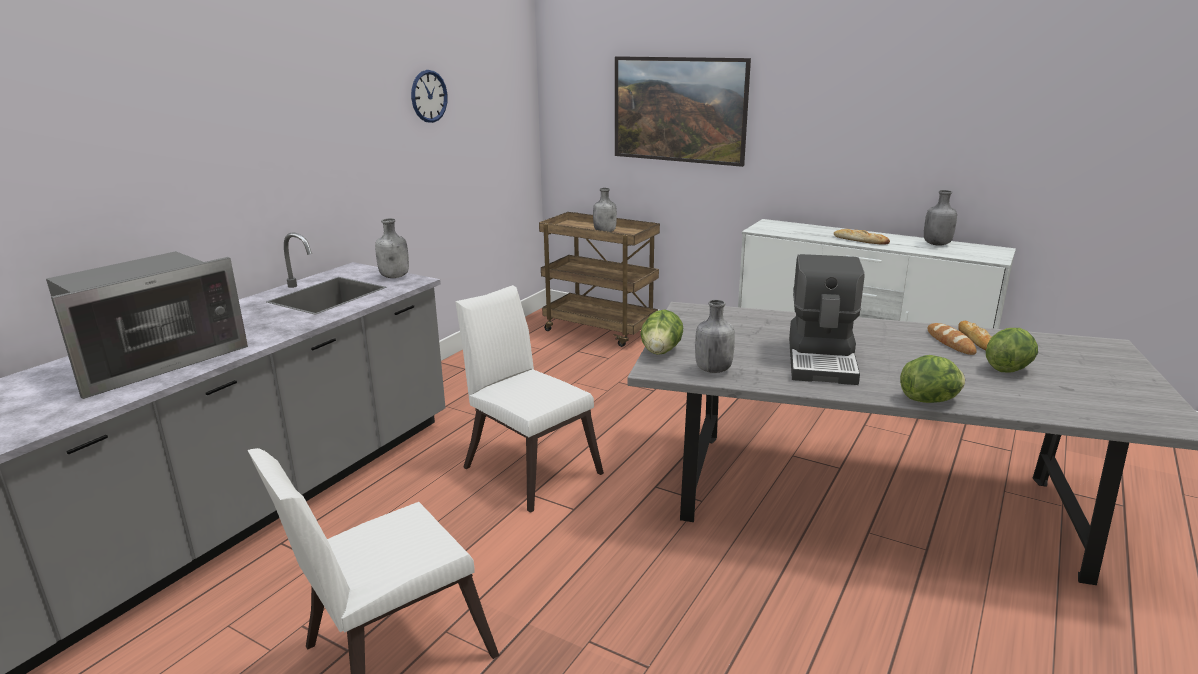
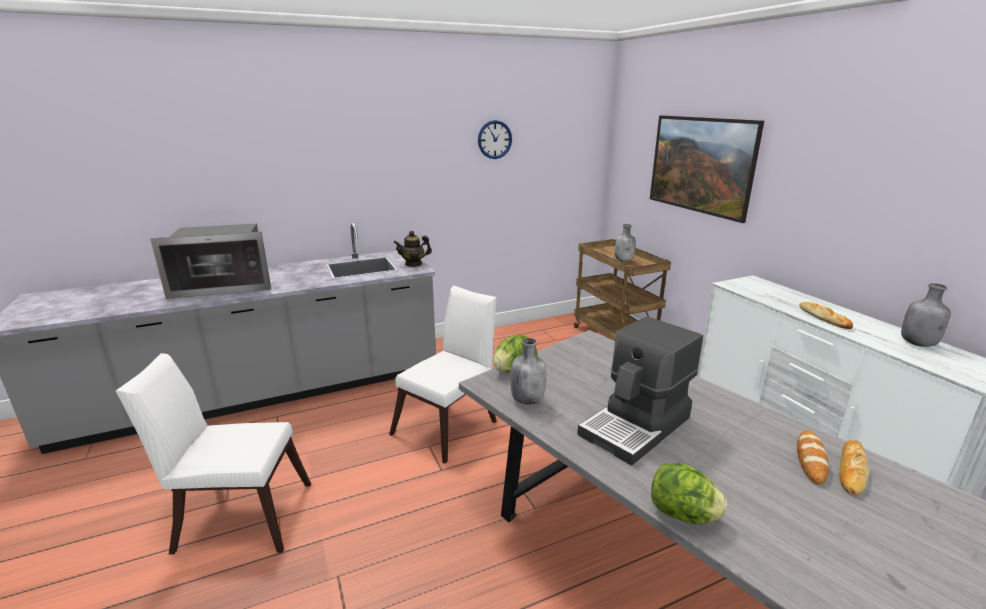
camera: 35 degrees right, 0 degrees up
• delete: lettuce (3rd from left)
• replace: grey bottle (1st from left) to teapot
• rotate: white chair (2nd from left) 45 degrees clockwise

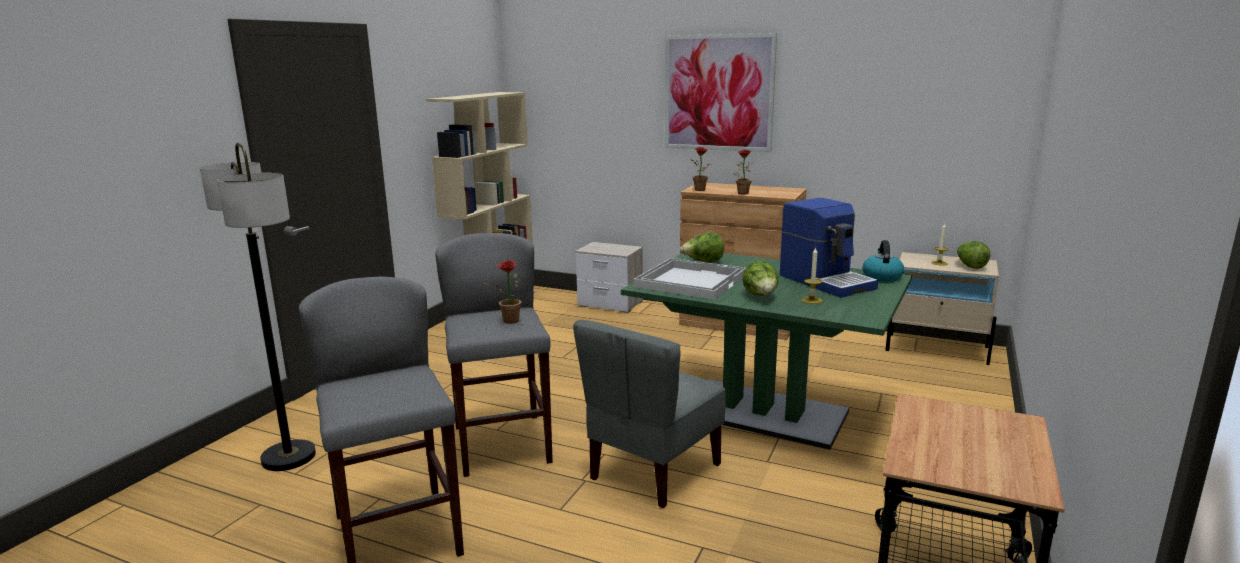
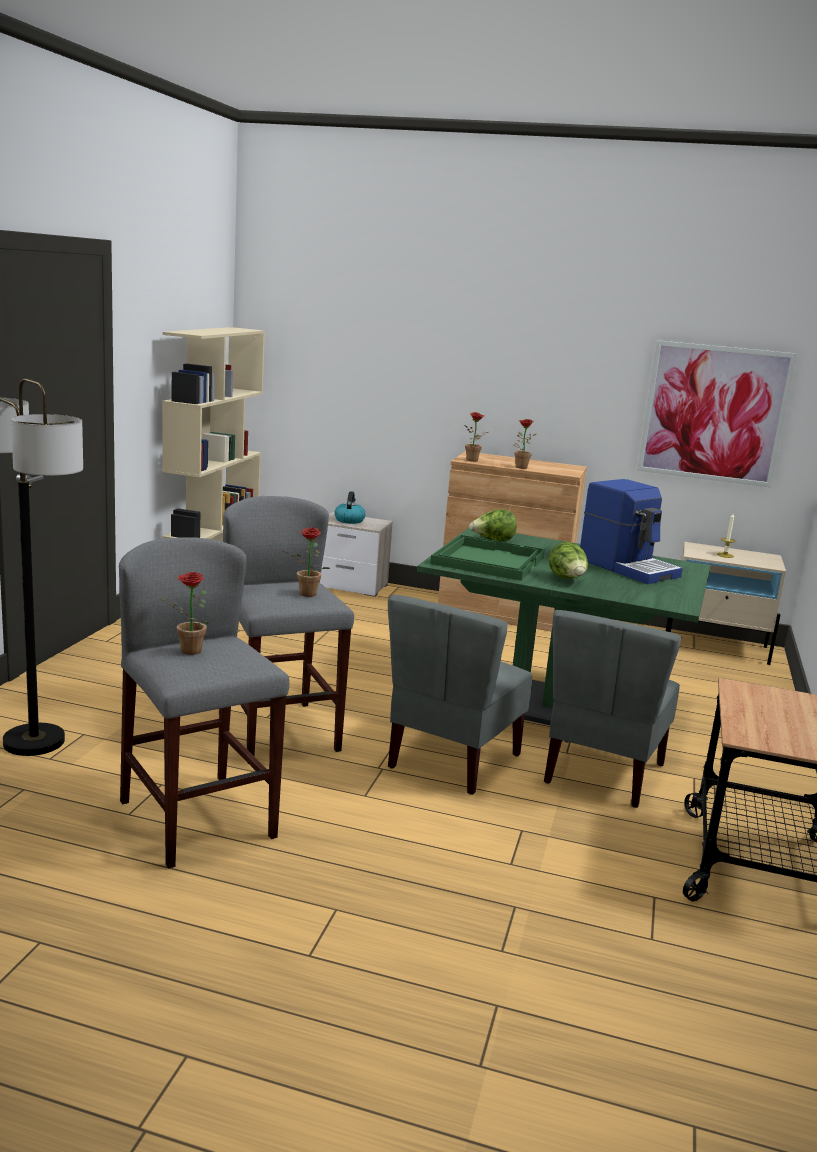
camera: 10 degrees left, 0 degrees up
• delete: candle (1st from left)
• delete: lettuce (3rd from left)
• insert: potted plant (1st from left)
• insert: grey chair (2nd from left)
• move: picture
• move: kettle
• recolor: white tray to green tray

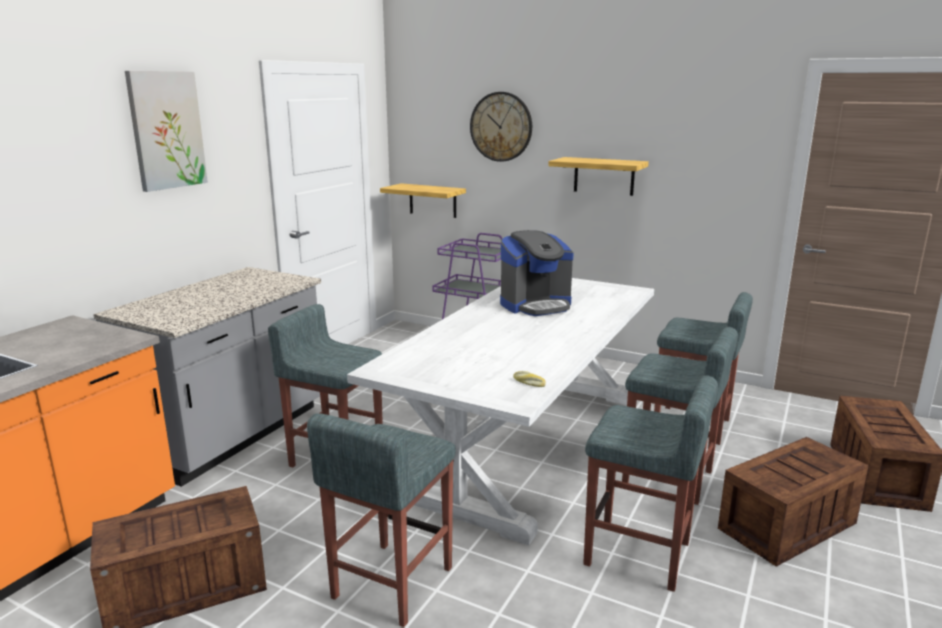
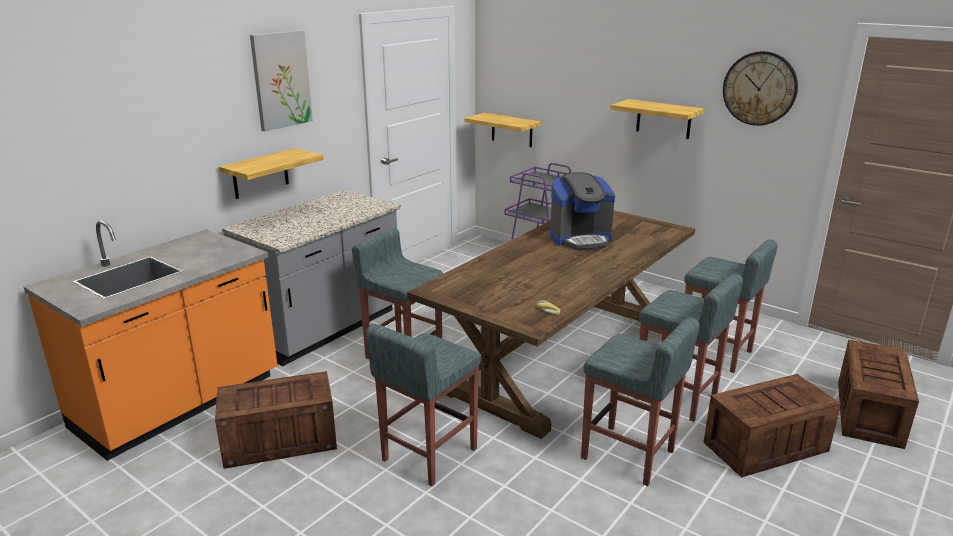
camera: 10 degrees right, 5 degrees up
• insert: shelf (1st from left)
• move: wall clock
• recolor: white dining table to brown dining table

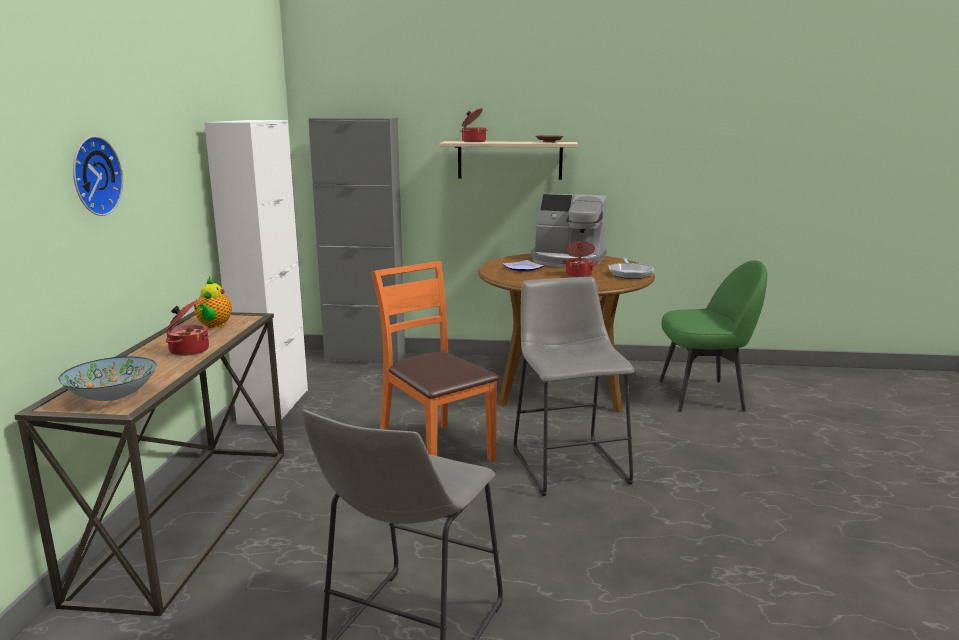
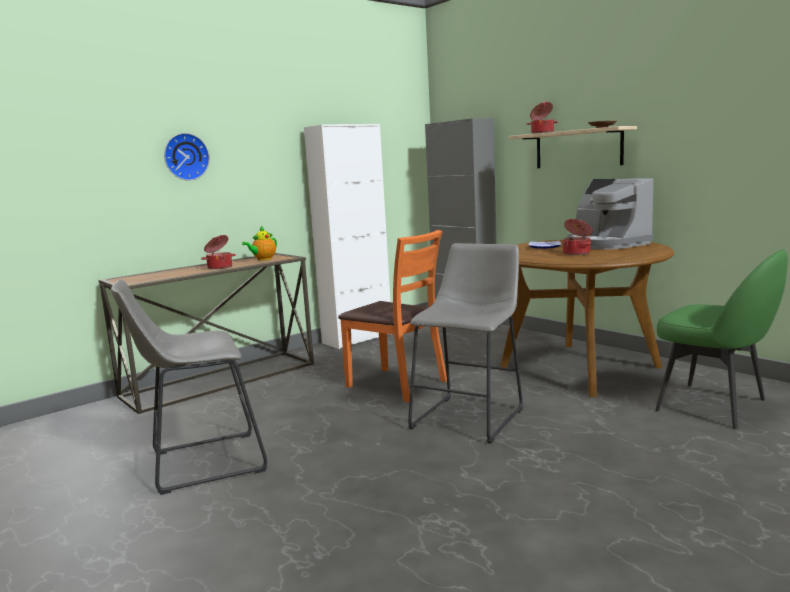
camera: 45 degrees right, 5 degrees down
• delete: bowl
• delete: frying pan
• rotate: orange chair 120 degrees clockwise

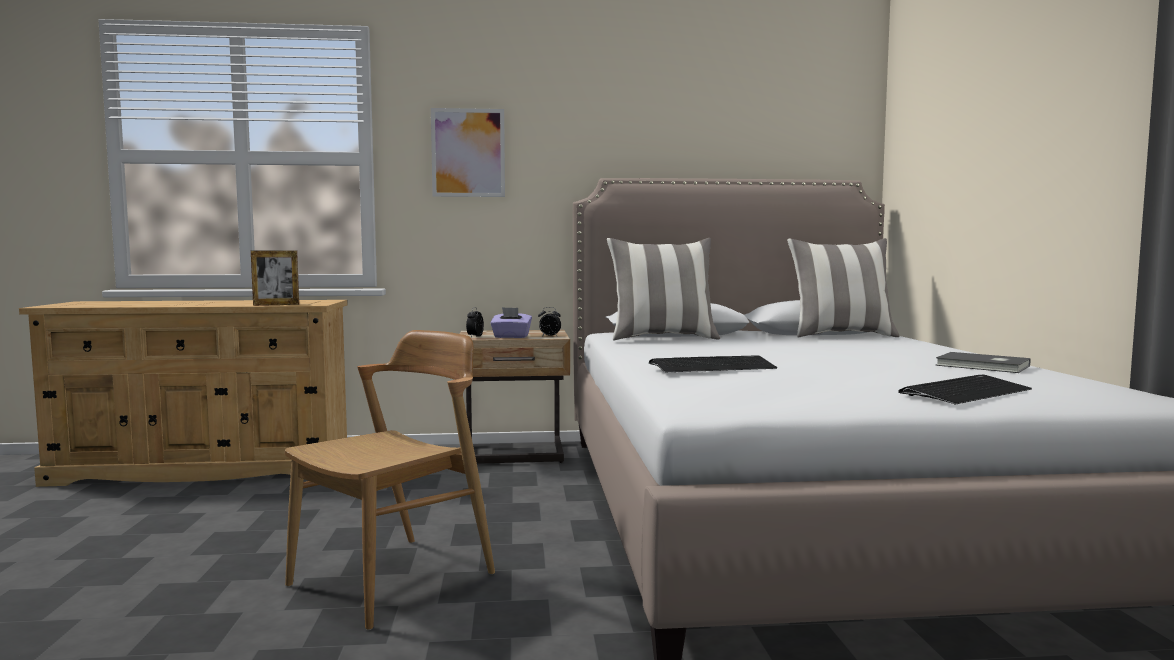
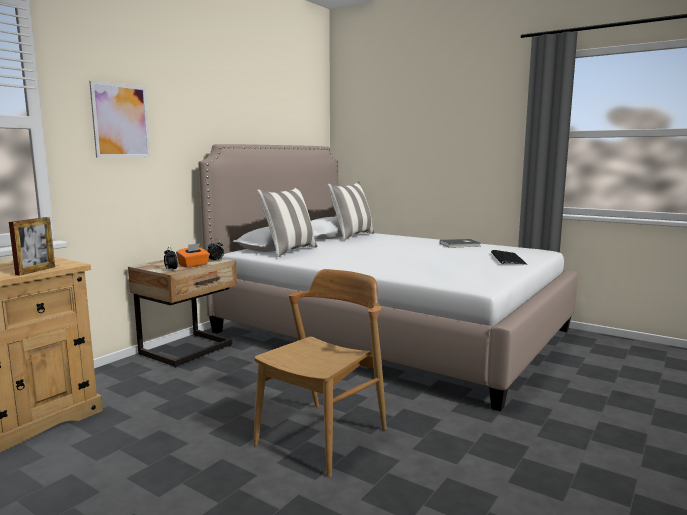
camera: 50 degrees left, 5 degrees up
• delete: keyboard (1st from left)
• recolor: purple tissue box to orange tissue box
• rotate: brown chair 45 degrees clockwise

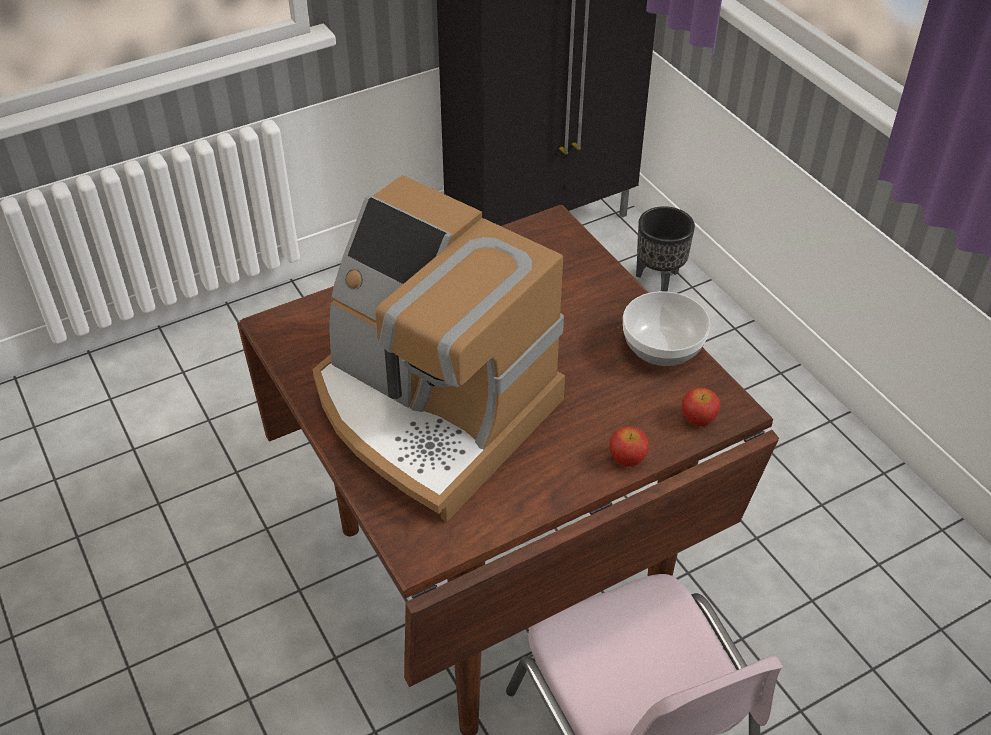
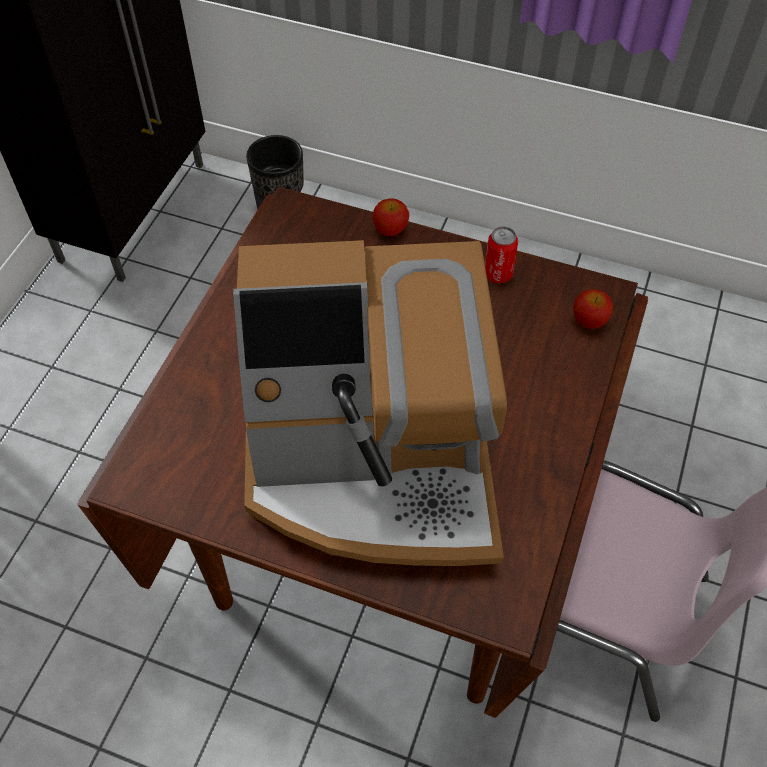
camera: 40 degrees left, 10 degrees up
• move: apple (1st from left)
• replace: bowl to can

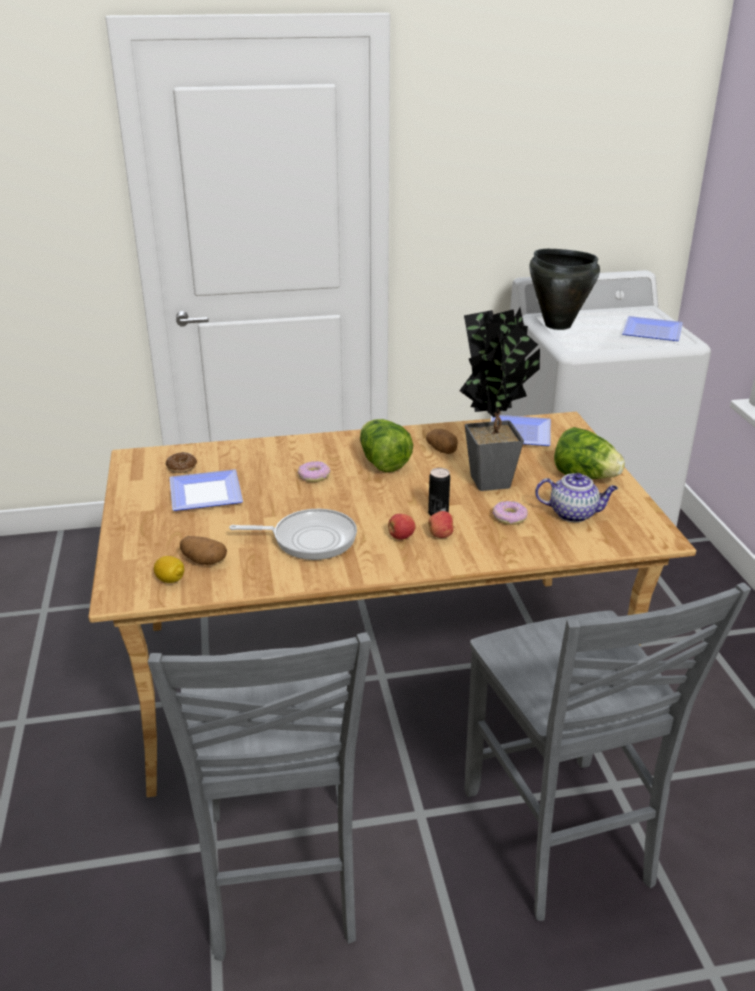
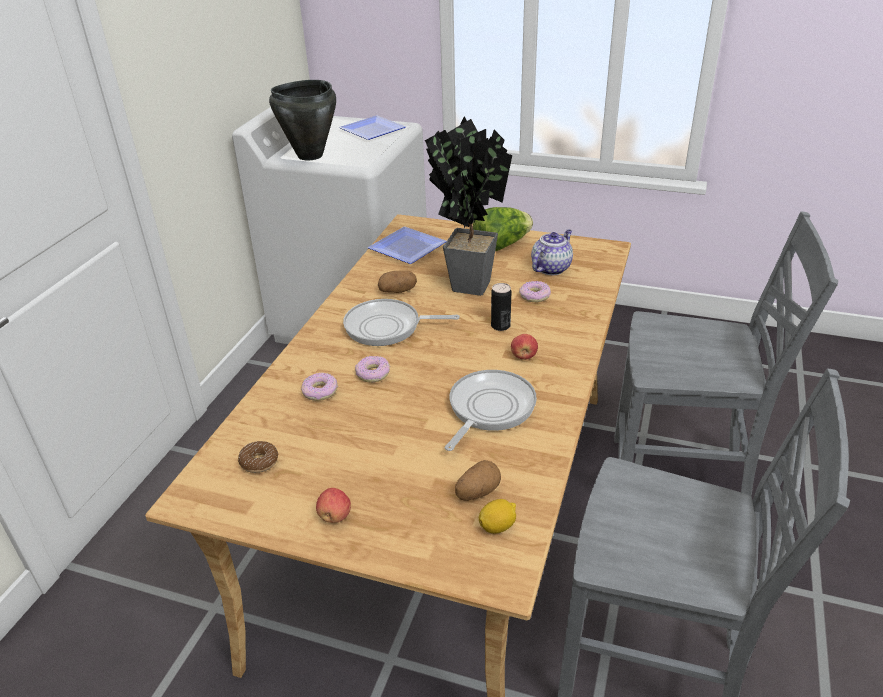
camera: 60 degrees left, 5 degrees up
• delete: plate (1st from left)
• insert: donut (2nd from left)
• move: apple (2nd from left in the first image) to apple (1st from left)
• replace: lettuce (1st from left) to frying pan (1st from left)

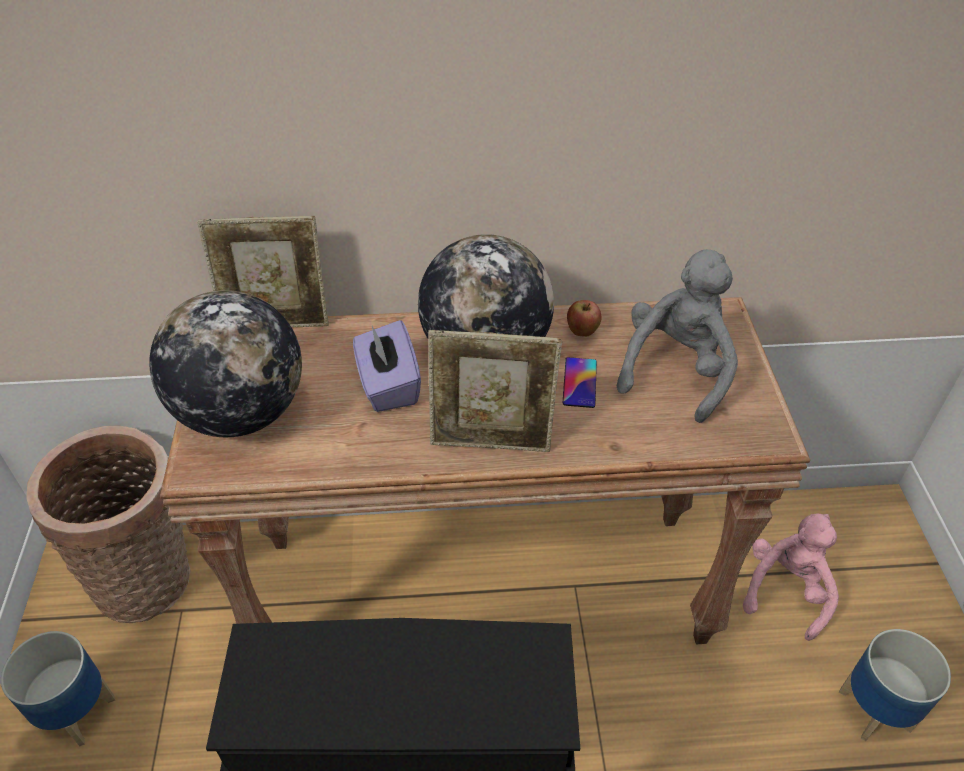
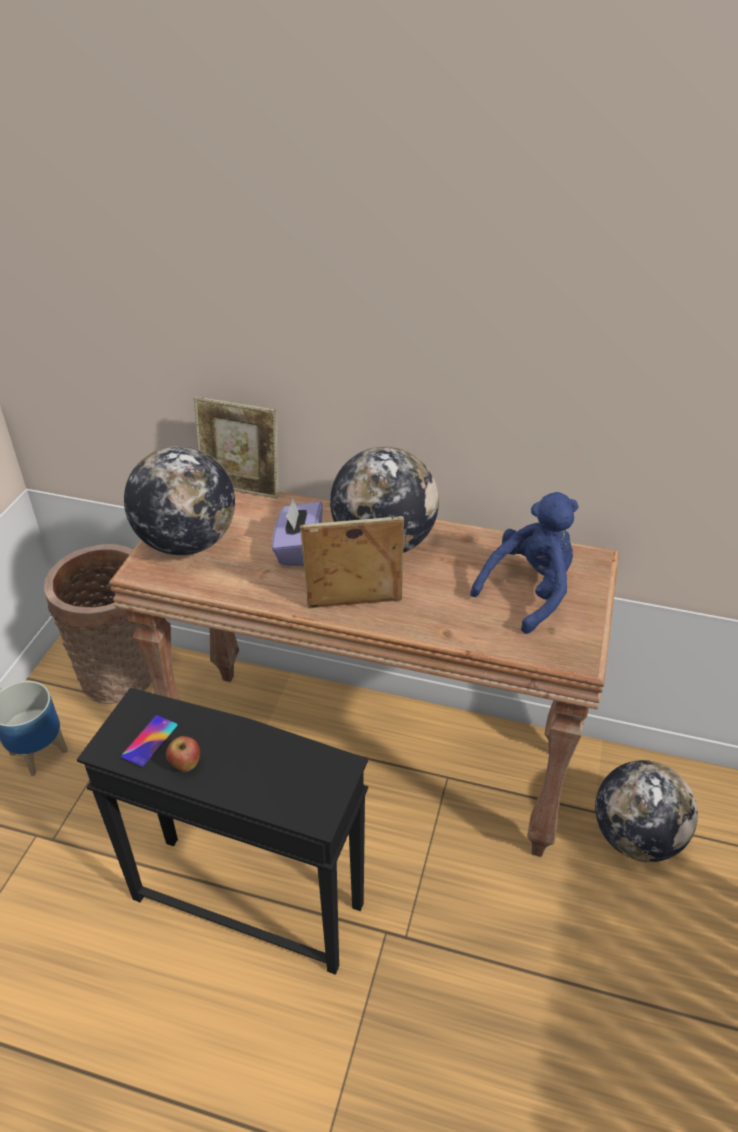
camera: 20 degrees right, 5 degrees down
• delete: planter (2nd from left)
• move: phone
• move: apple
• replace: pink plush toy to globe (3rd from left)
• recolor: grey plush toy to blue plush toy
• rotate: picture frame (2nd from left) 150 degrees clockwise

